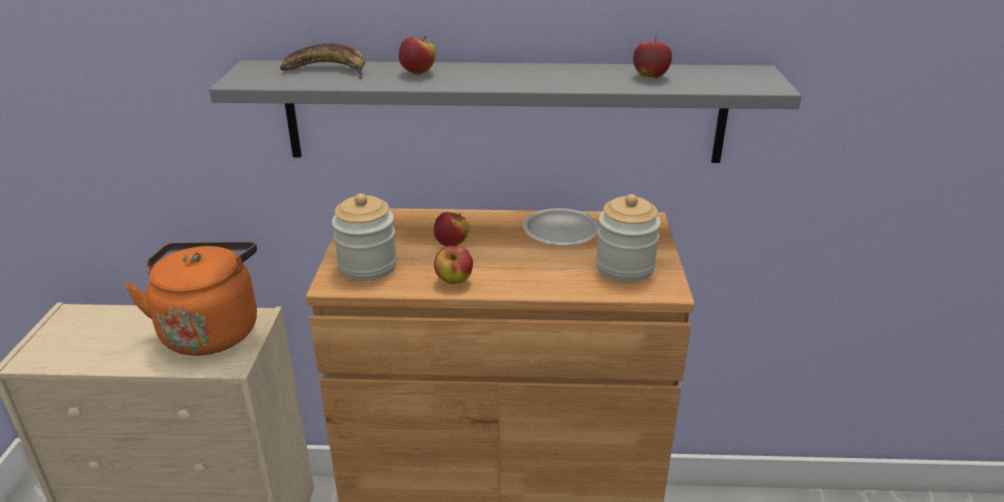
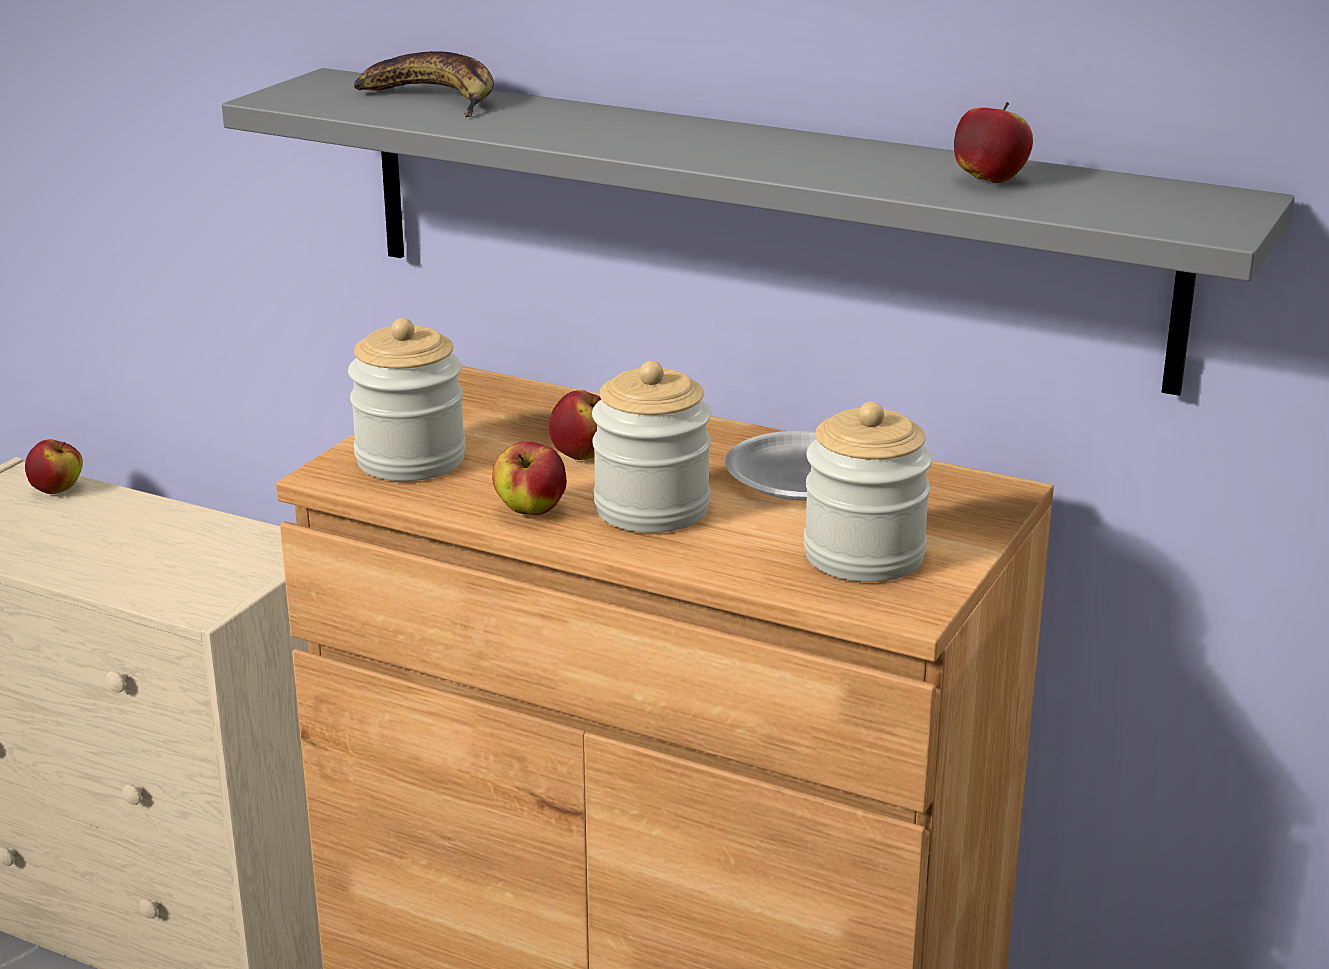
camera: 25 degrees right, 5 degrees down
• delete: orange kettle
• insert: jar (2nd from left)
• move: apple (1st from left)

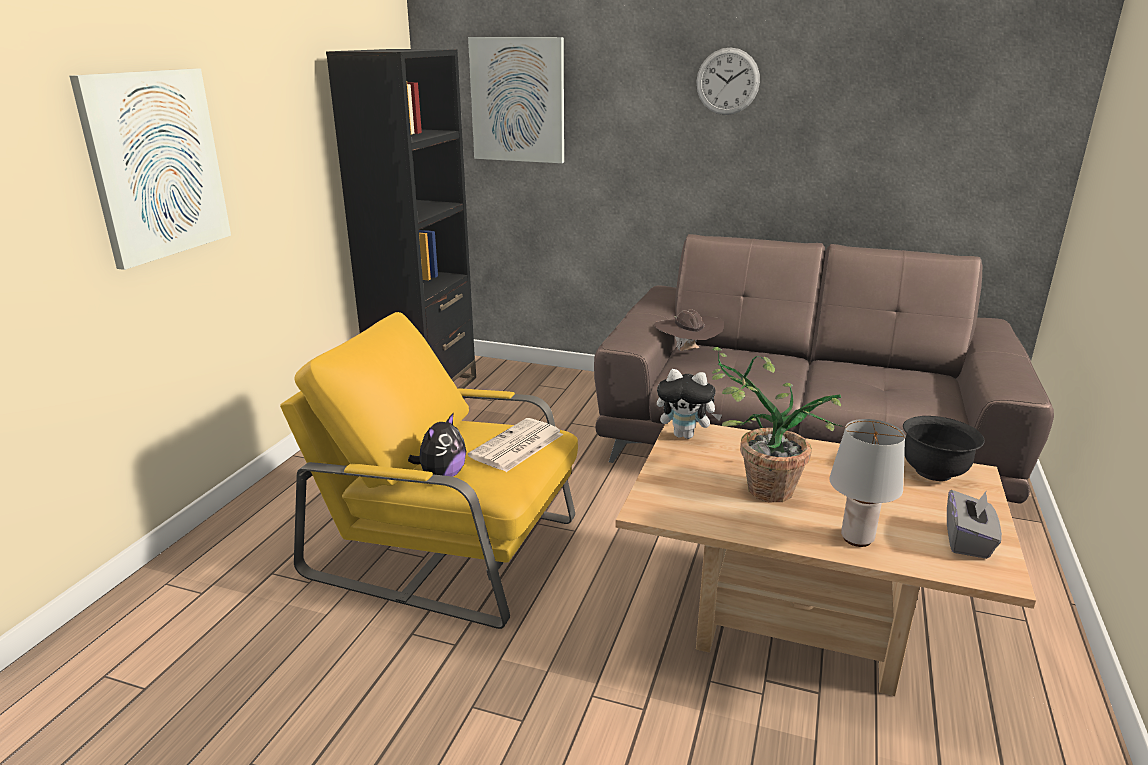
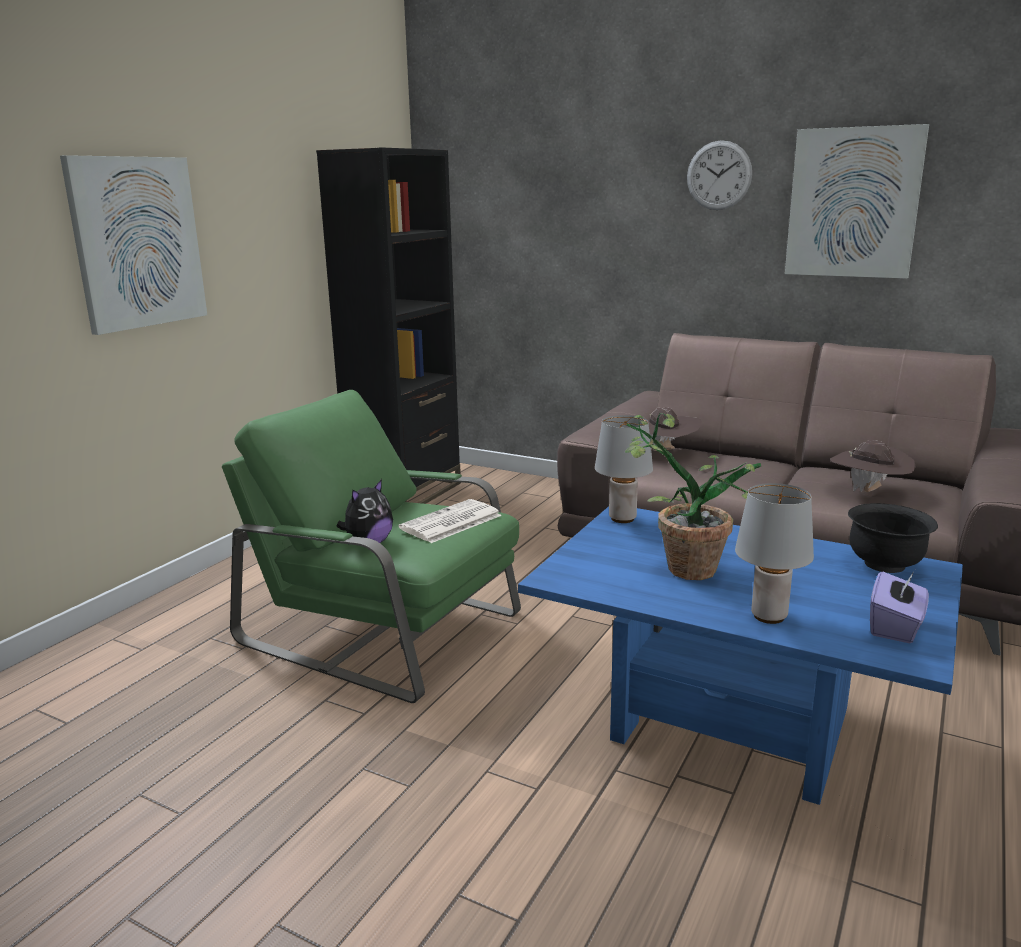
camera: 10 degrees right, 5 degrees down
• insert: brown hat (2nd from left)
• move: picture (2nd from left)
• replace: plush toy (2nd from left) to grey table lamp (1st from left)
• recolor: yellow armchair to green armchair
• recolor: beige coffee table to blue coffee table
• recolor: grey tissue box to purple tissue box

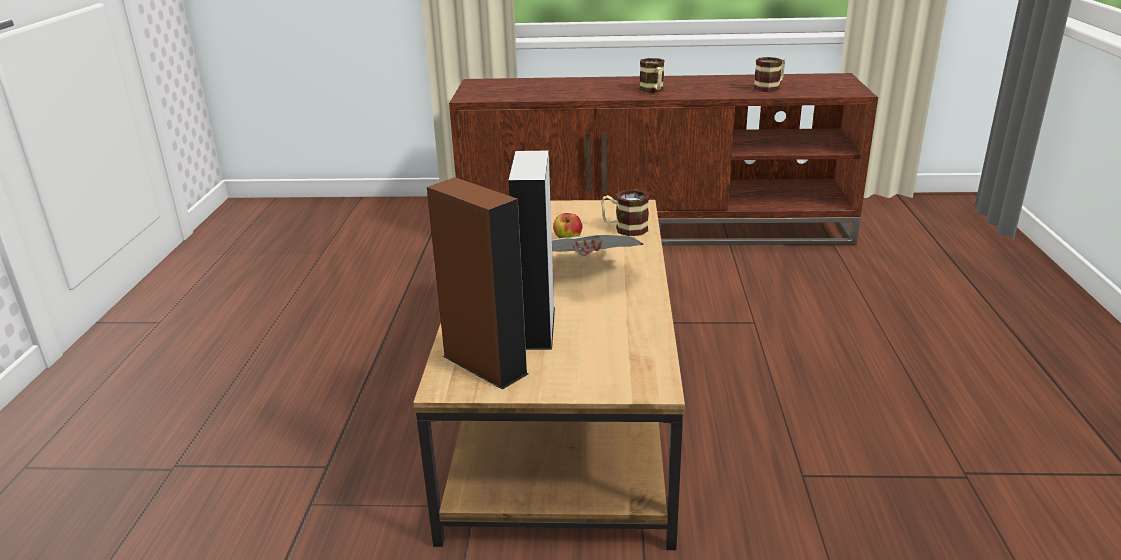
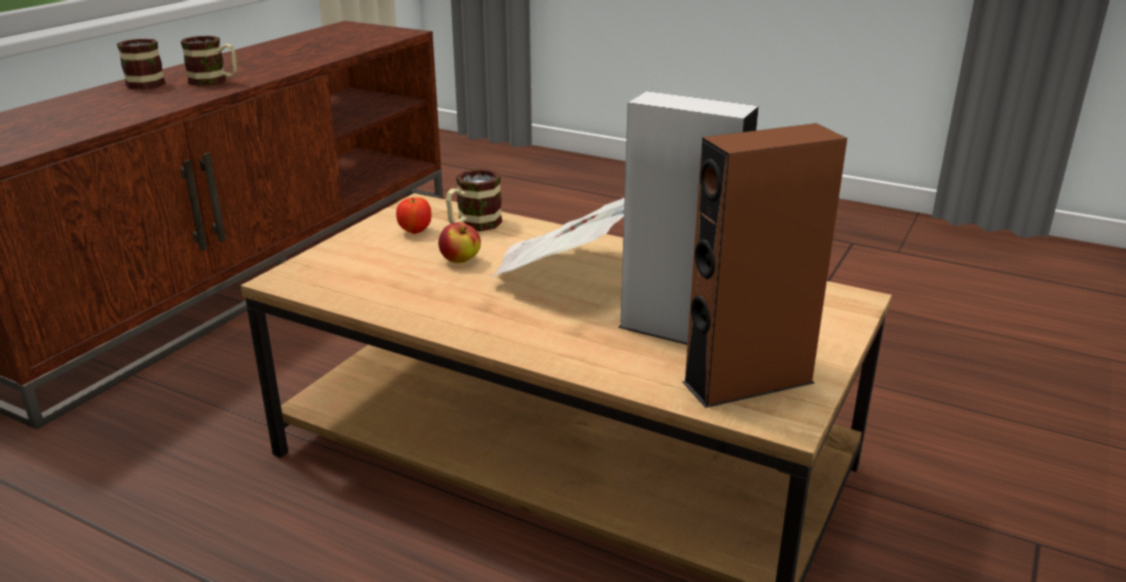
camera: 65 degrees left, 0 degrees up
• insert: apple (1st from left)
• move: mug (3rd from left in the first image) to mug (1st from left)

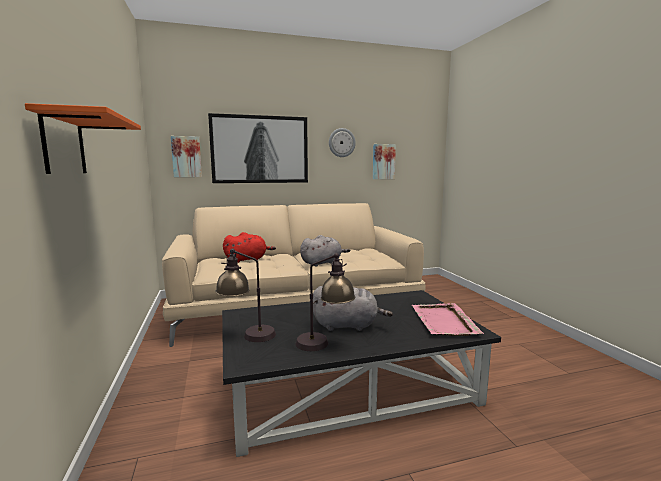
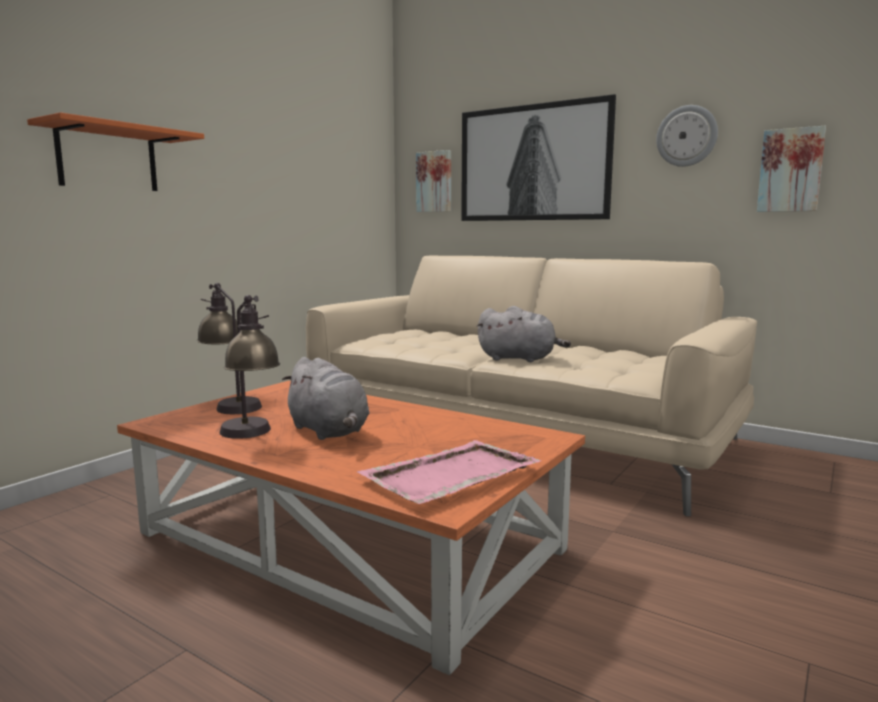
camera: 50 degrees right, 0 degrees up
• delete: red plush toy
• recolor: black coffee table to orange coffee table

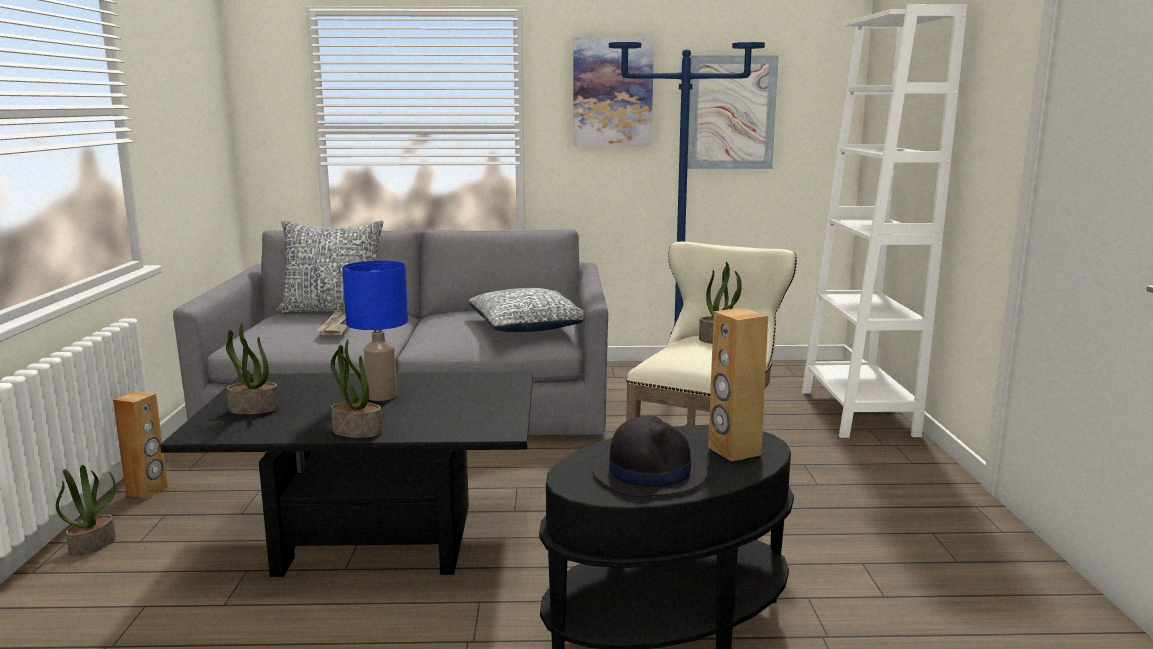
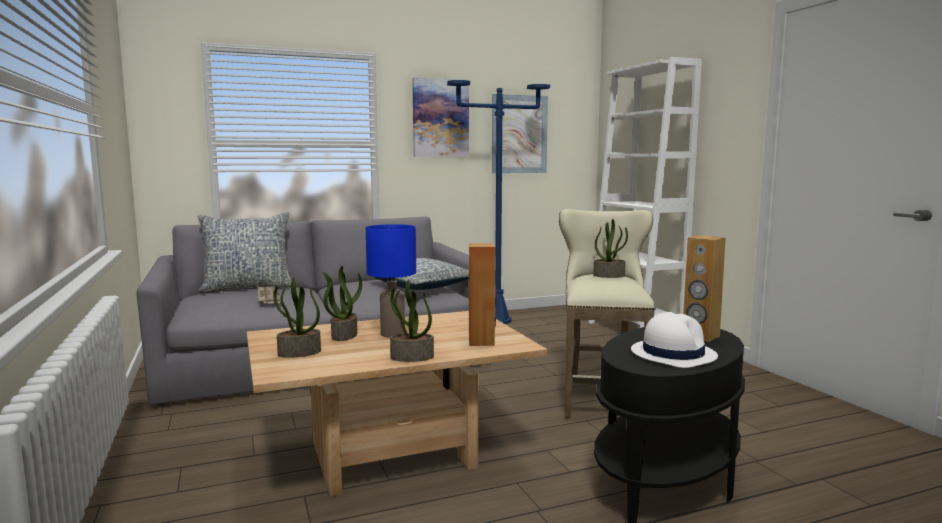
camera: 20 degrees left, 5 degrees down
• move: potted plant (1st from left in the first image) to potted plant (2nd from left)
• move: brown speaker (1st from left)
• recolor: black coffee table to beige coffee table
• recolor: black hat to white hat

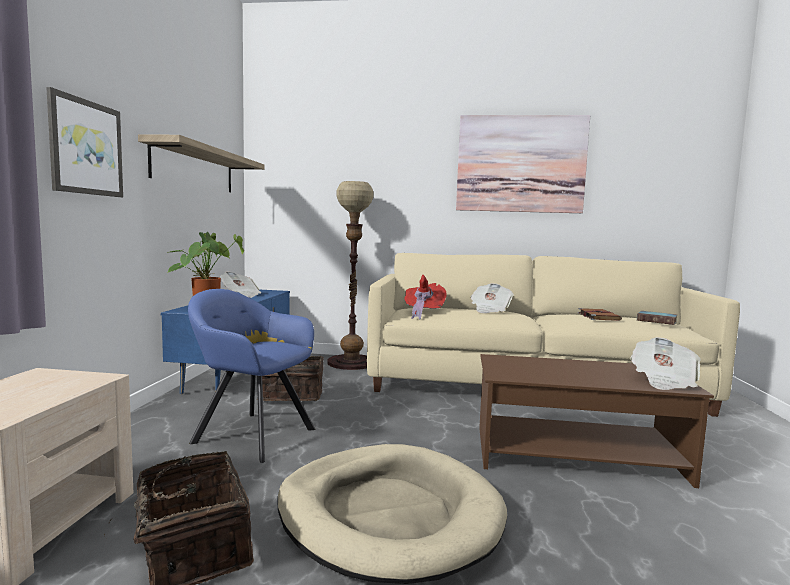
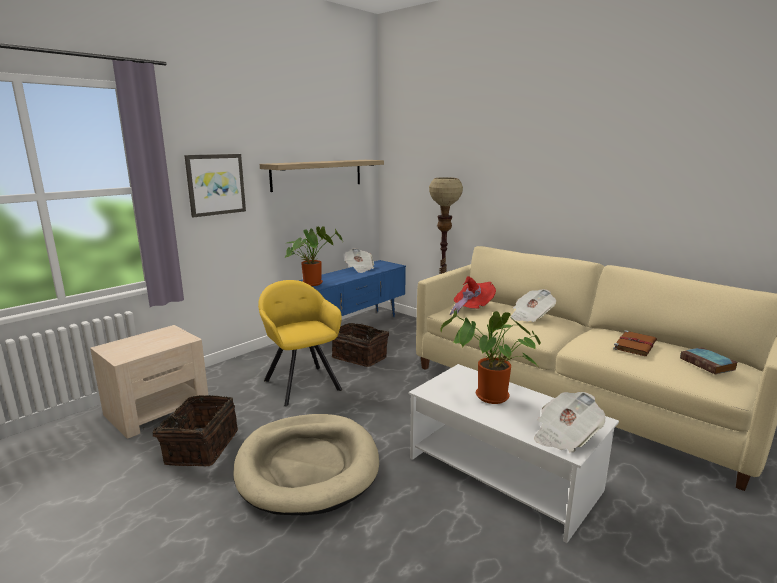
camera: 35 degrees right, 10 degrees up
• delete: picture (2nd from left)
• insert: potted plant (2nd from left)
• recolor: blue armchair to yellow armchair
• recolor: brown coffee table to white coffee table

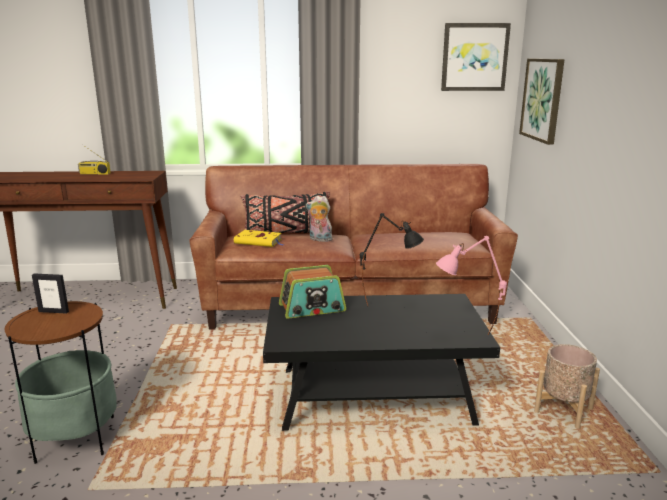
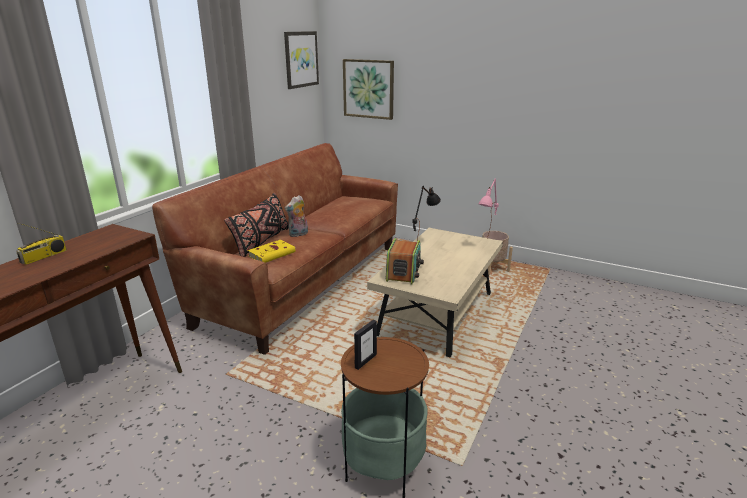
camera: 60 degrees left, 5 degrees up
• recolor: black coffee table to beige coffee table

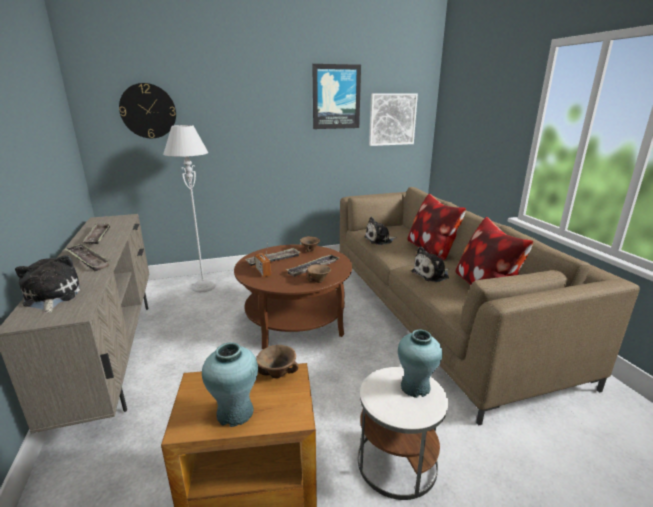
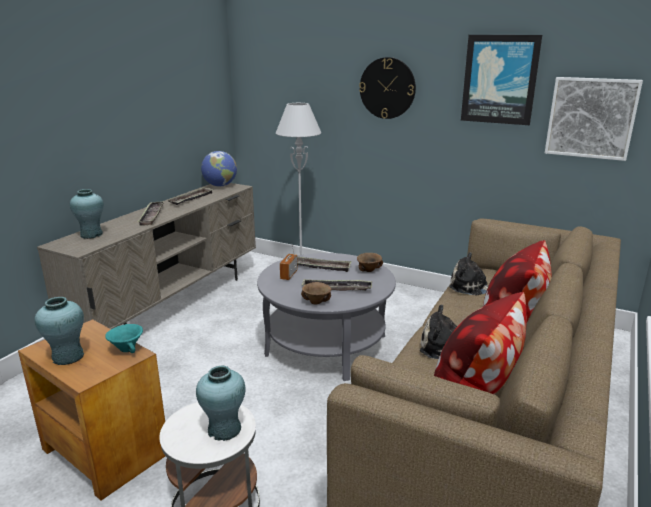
camera: 45 degrees right, 0 degrees up
• insert: globe
• move: wall clock
• replace: plush toy (1st from left) to turquoise vase (2nd from left)
• recolor: brown coffee table to grey coffee table
• recolor: brown bowl (1st from left) to turquoise bowl

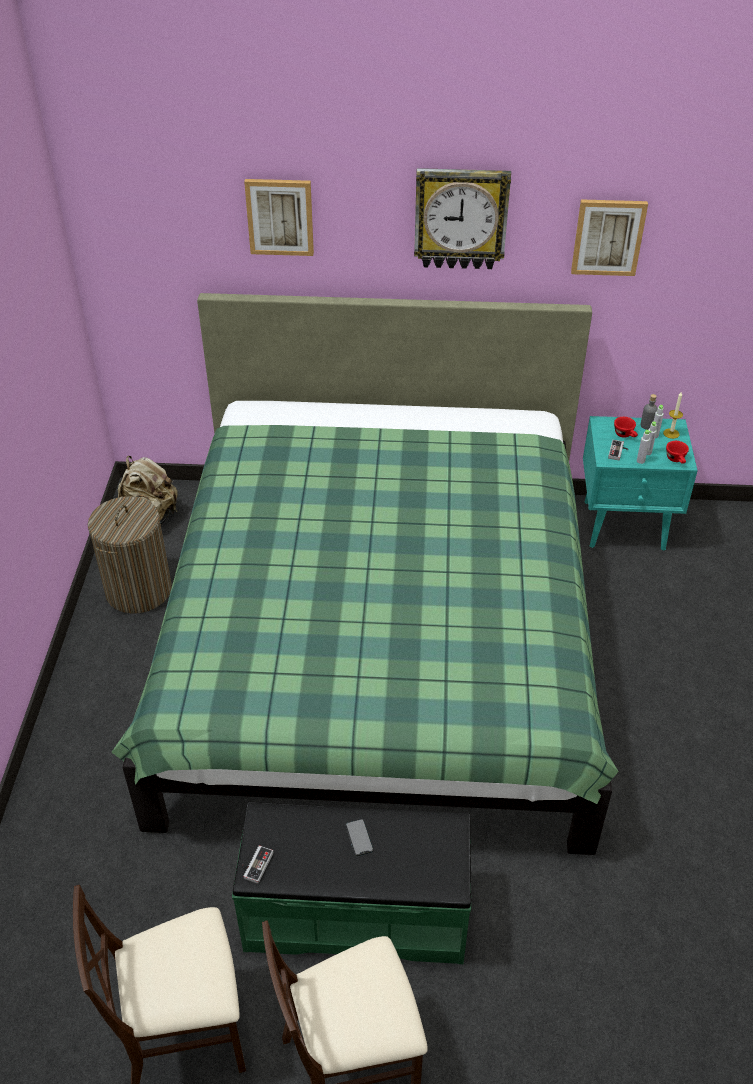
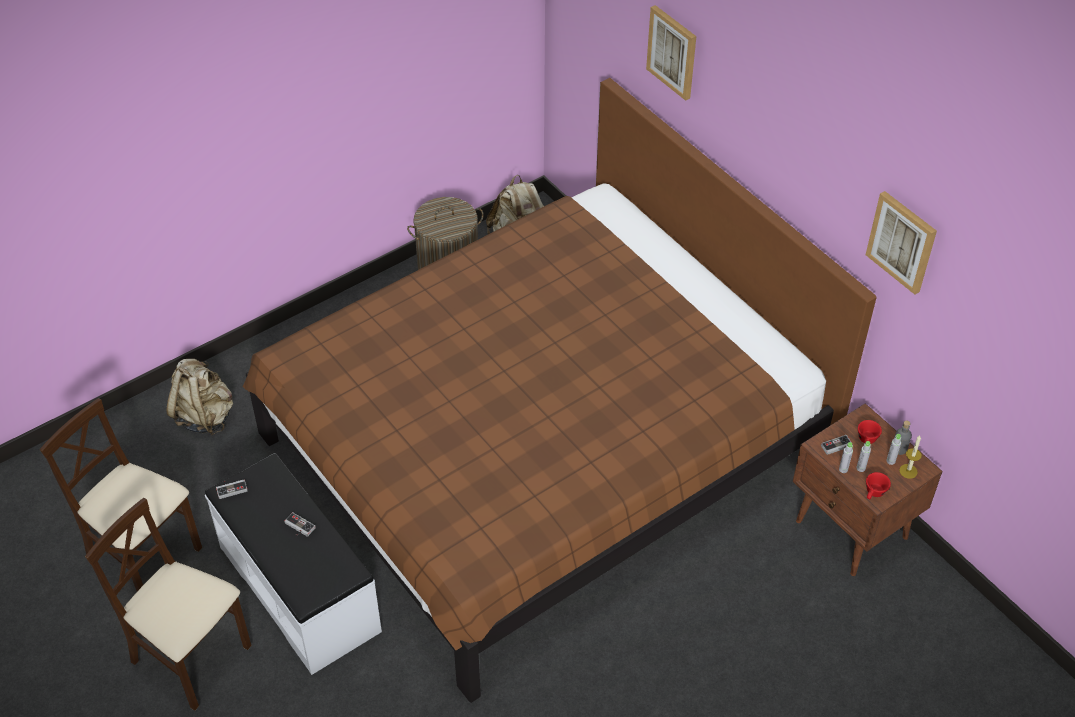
camera: 50 degrees right, 5 degrees up
• delete: wall clock
• insert: beige backpack (1st from left)
• replace: phone to game controller (2nd from left)
• recolor: green bed to brown bed
• recolor: green bench to white bench
• recolor: turquoise nightstand to brown nightstand

